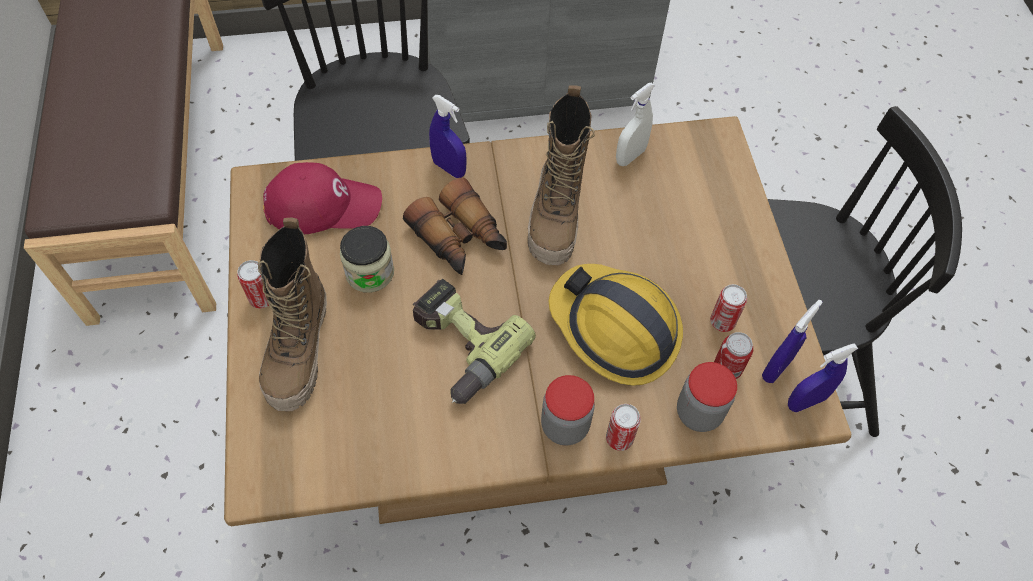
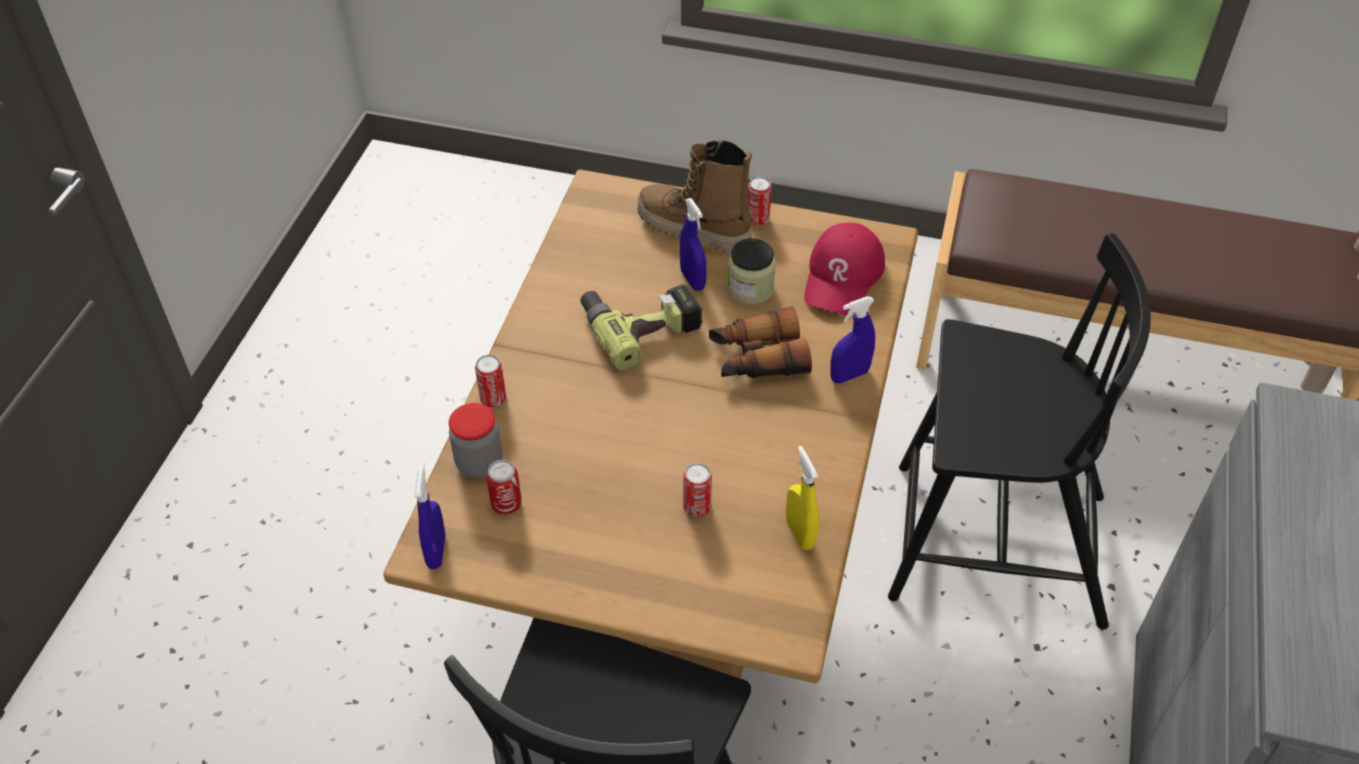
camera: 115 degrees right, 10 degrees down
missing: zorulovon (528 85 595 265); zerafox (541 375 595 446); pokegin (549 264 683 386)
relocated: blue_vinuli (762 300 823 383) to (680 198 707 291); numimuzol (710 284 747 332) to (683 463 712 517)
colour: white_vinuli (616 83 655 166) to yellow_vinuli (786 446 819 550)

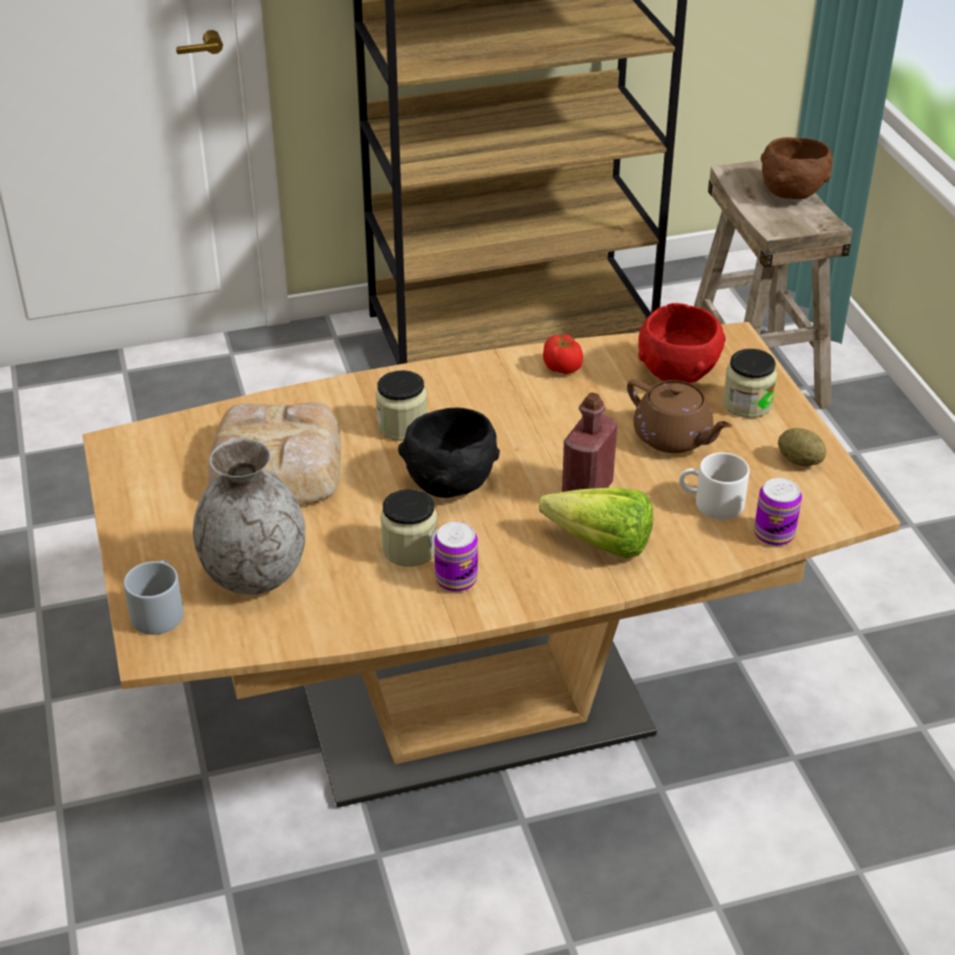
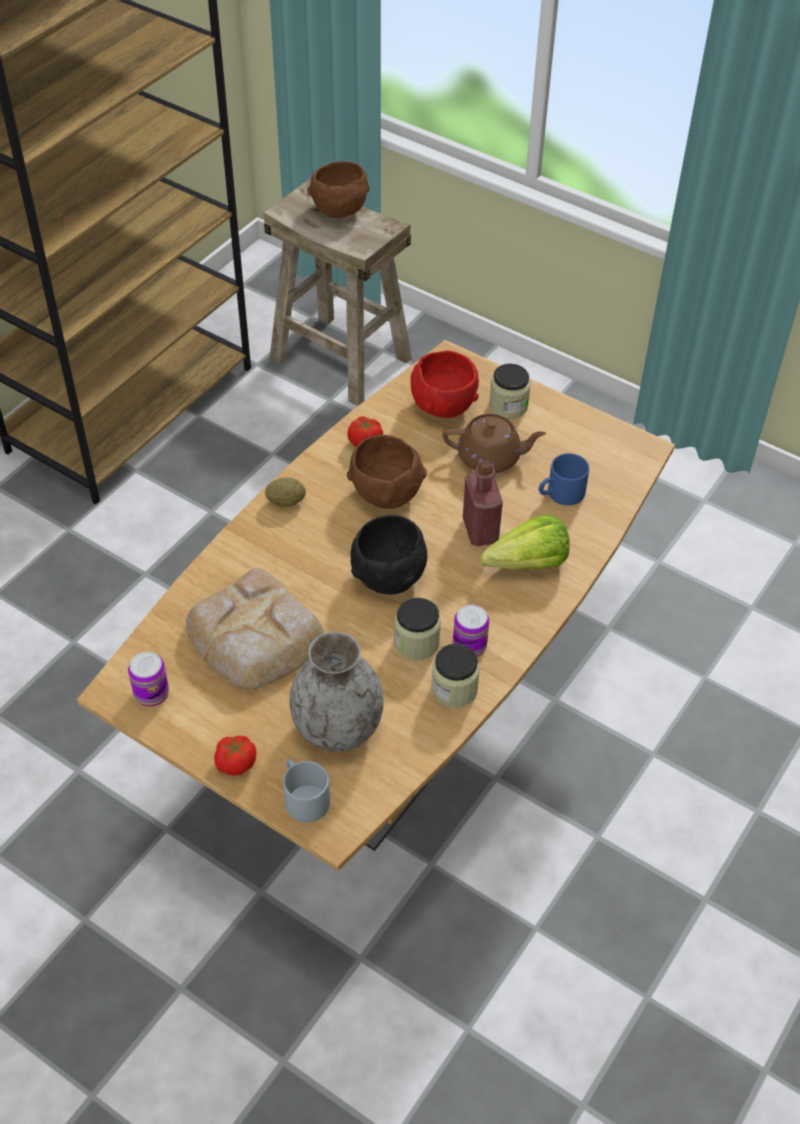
camera: 40 degrees left, 10 degrees up
appeared: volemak (214 736 256 776); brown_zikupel (347 435 427 509)
relocated: numimuzol (754 478 802 546) to (128 652 169 707); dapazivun (778 428 826 466) to (265 478 306 507); zerafox (376 370 427 441) to (431 643 480 708)
colour: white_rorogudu (679 453 749 520) to blue_rorogudu (539 453 589 505)

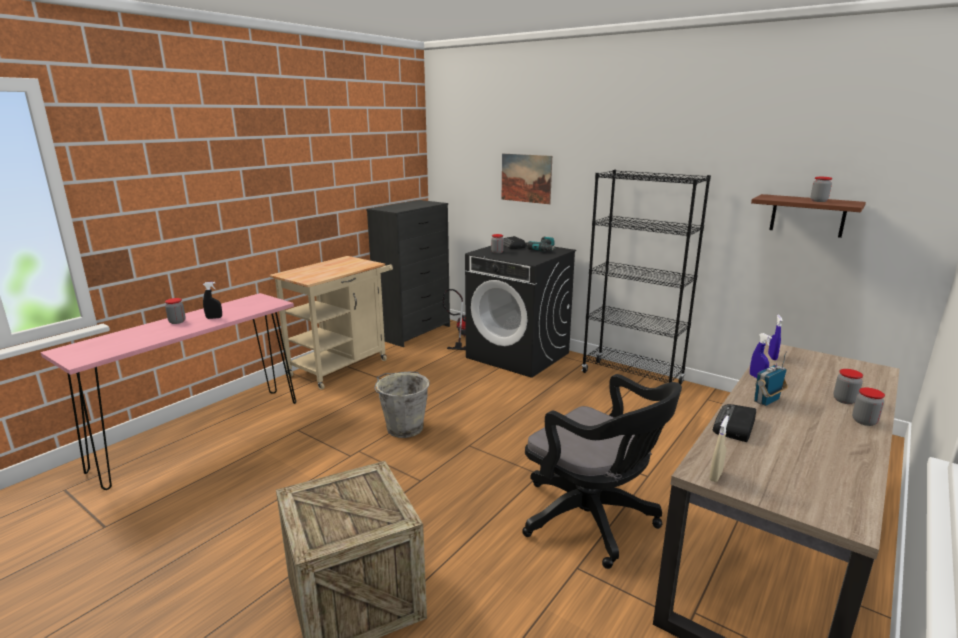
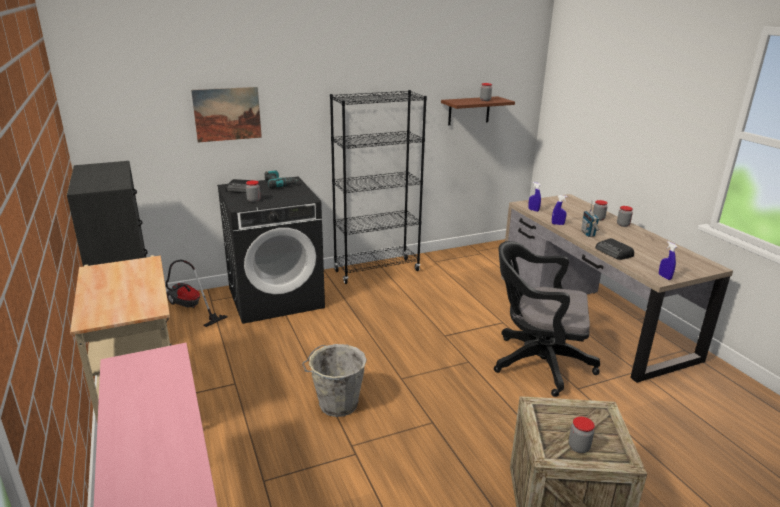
camera: 60 degrees left, 5 degrees up
missing: black_vinuli (203 282 222 319)
relocated: zerafox (165 298 186 324) to (569 416 595 453)
colour: beige_vinuli (709 416 729 482) to blue_vinuli (659 241 677 280)
spun: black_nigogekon (522 374 682 569) = (494 241 600 397) 150 degrees counterclockwise

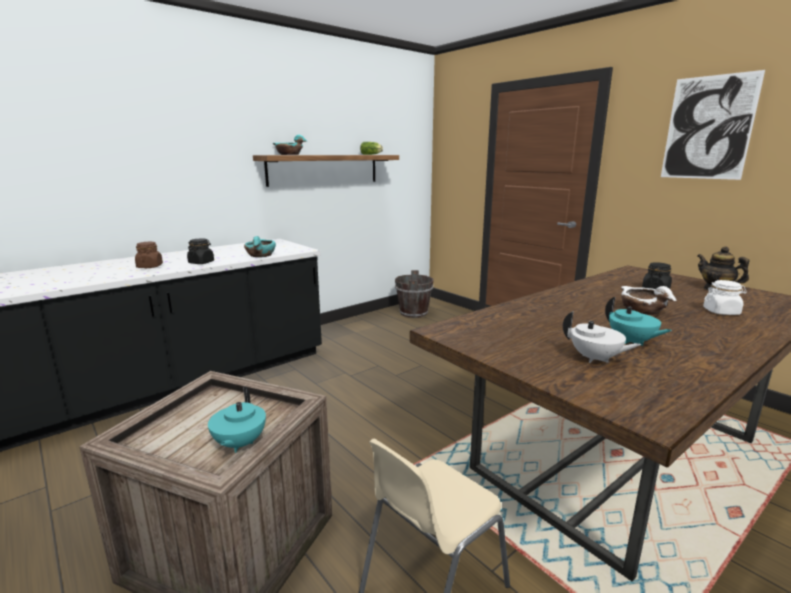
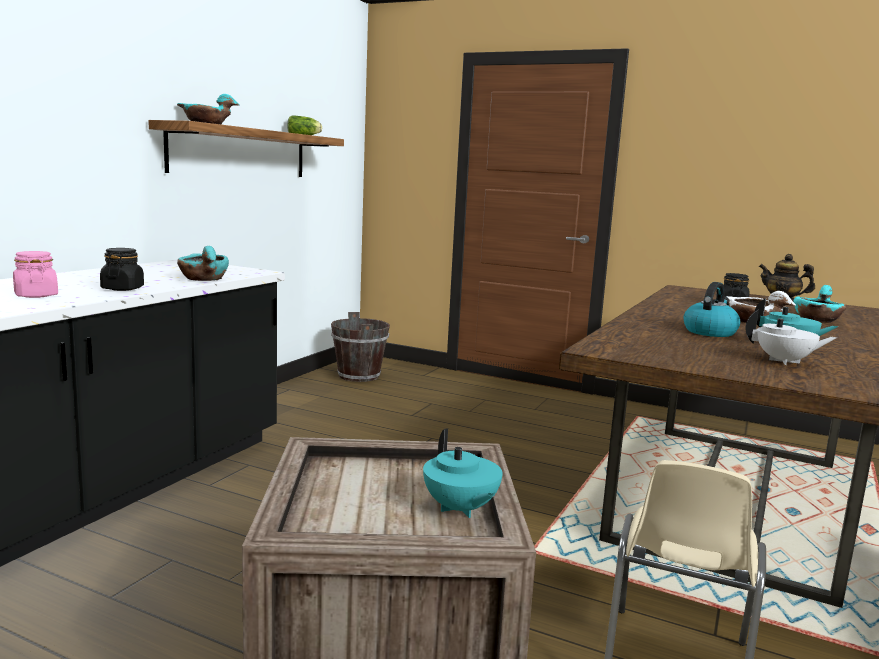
camera: 25 degrees left, 5 degrees down
missing: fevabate (661 70 765 180)
appeared: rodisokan (683 282 740 337)
exchanged: white_zerafox (703 280 747 315) to turquoise_zikupel (793 285 846 323)
colour: brown_zerafox (135 242 163 268) to pink_zerafox (13 251 58 298)

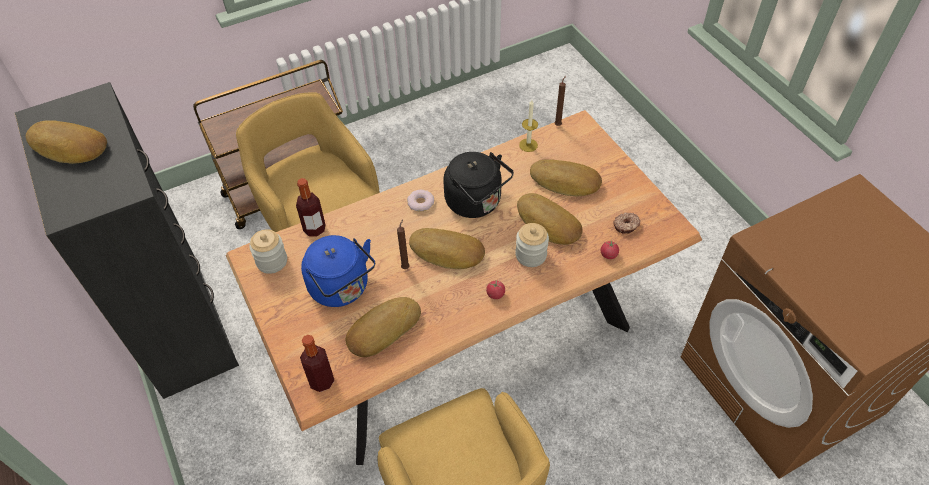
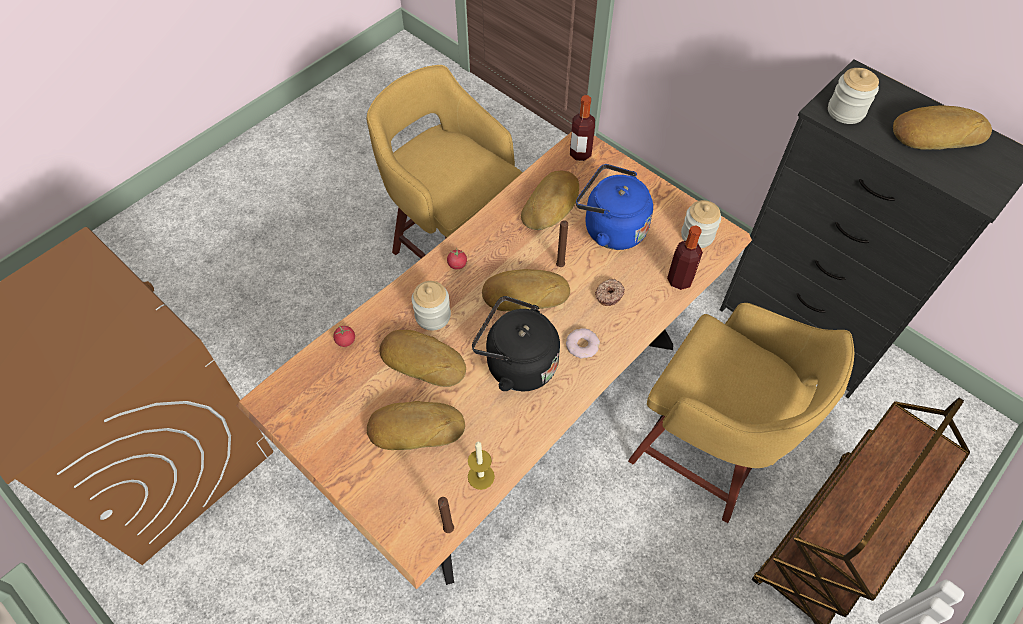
camera: 160 degrees right, 5 degrees up
appeared: zerafox (828 68 879 124)
relocated: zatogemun (613 212 641 234) to (595 279 625 306)

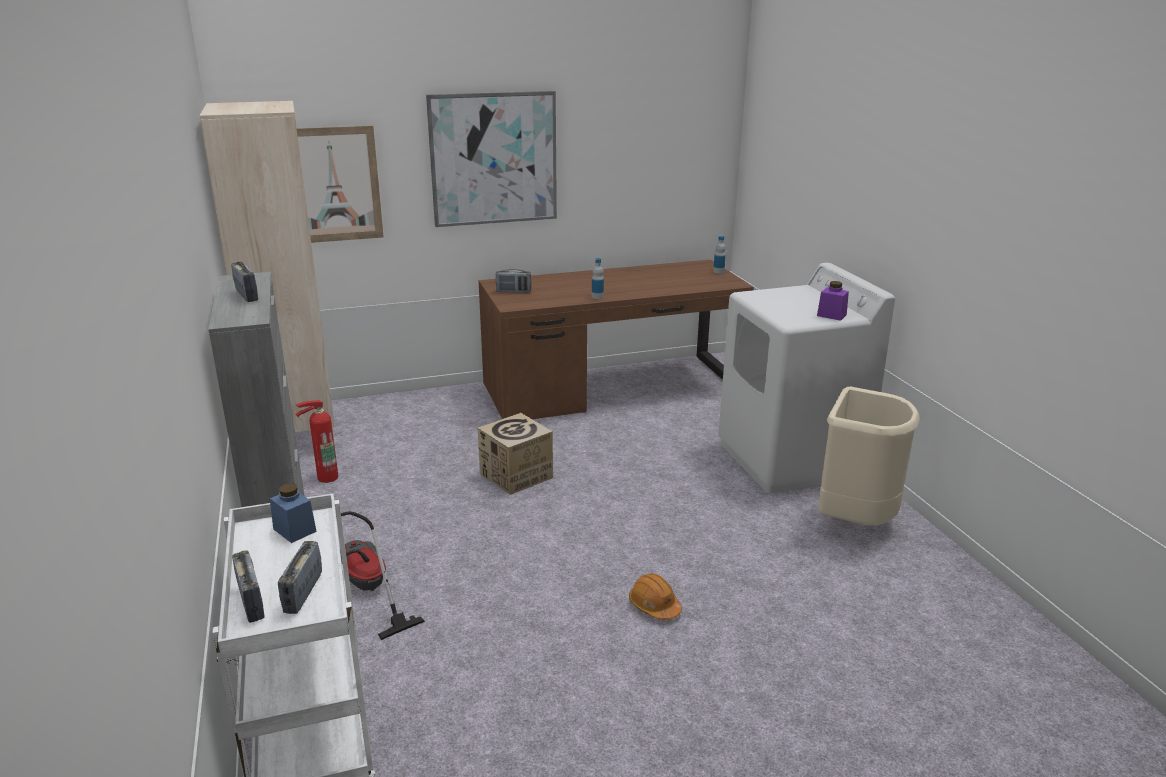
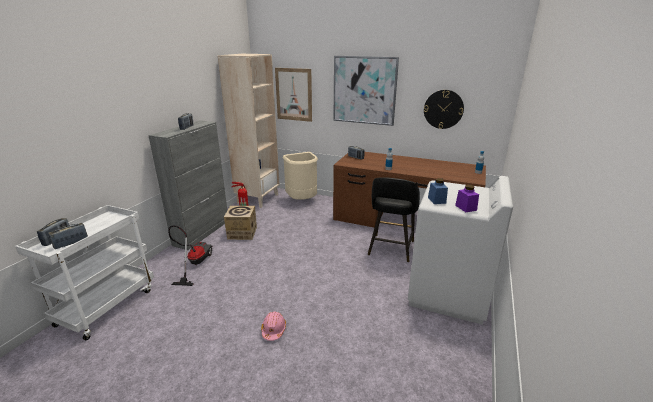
camera: 40 degrees right, 0 degrees up
appeared: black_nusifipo (367 177 420 262); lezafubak (424 90 464 129)
relocated: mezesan (478 413 553 495) to (224 206 257 240); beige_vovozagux (818 386 920 525) to (283 152 318 200); blue_zerafox (270 483 317 543) to (428 178 448 204)
colour: orange_pokegin (629 573 682 620) to pink_pokegin (261 311 286 341)

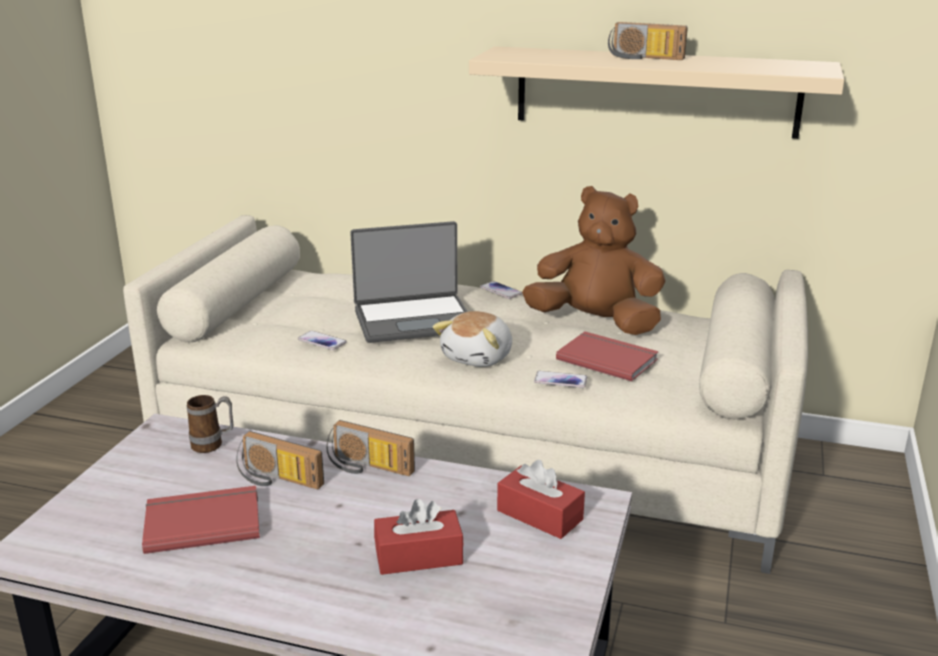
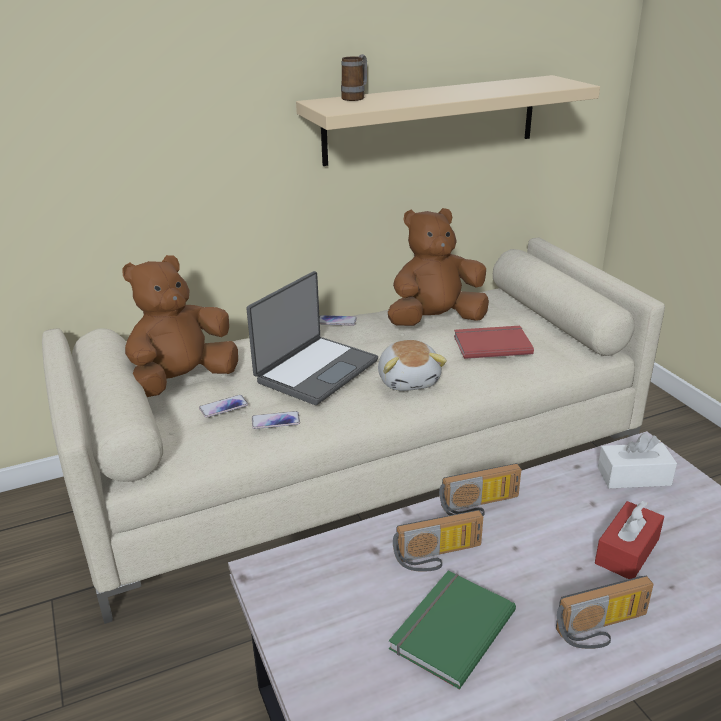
camera: 40 degrees left, 5 degrees up
appeared: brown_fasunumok (122 255 238 397)
relocated: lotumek (534 371 587 388) to (199 395 248 418); rorogudu (187 395 234 453) to (341 54 367 101); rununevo (608 22 688 60) to (556 576 654 649)
colour: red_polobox (142 486 260 554) to green_polobox (389 571 516 690); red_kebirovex (497 460 585 539) to white_kebirovex (598 433 677 489)

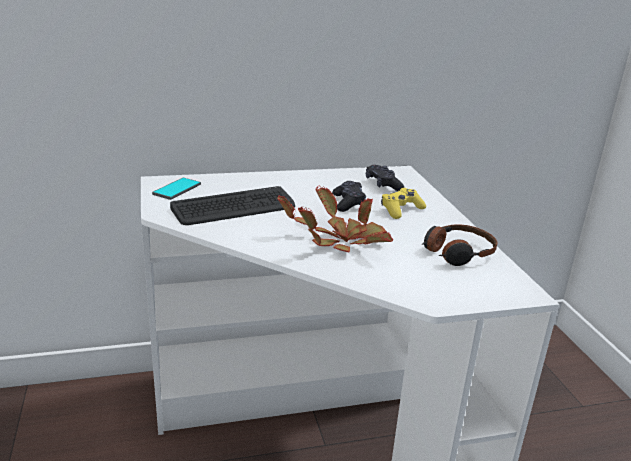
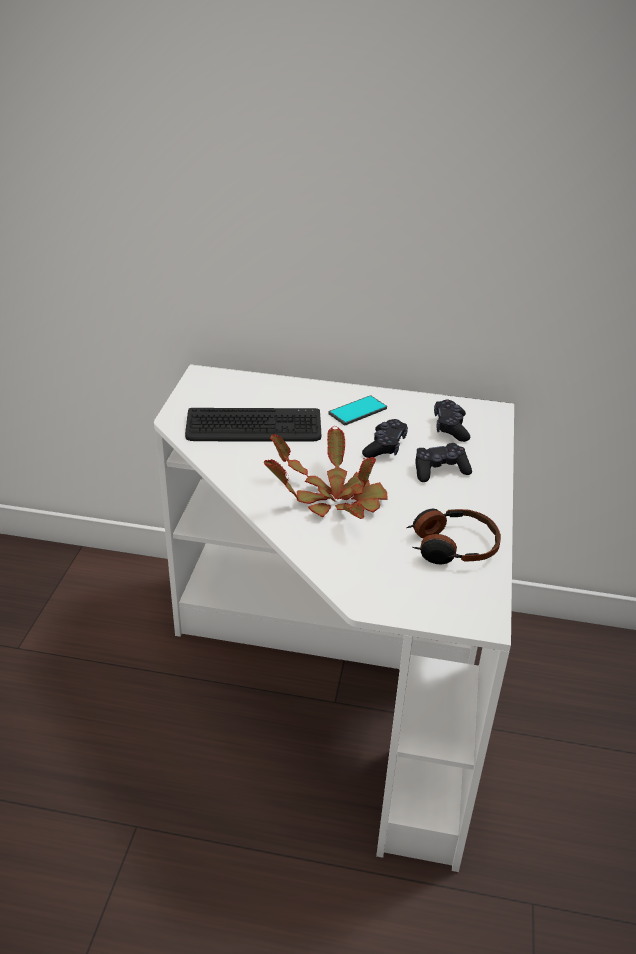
camera: 25 degrees right, 10 degrees up
relocated: lotumek (152 178 201 200) to (329 395 387 425)
colour: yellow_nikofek (381 188 426 219) to black_nikofek (415 443 472 482)

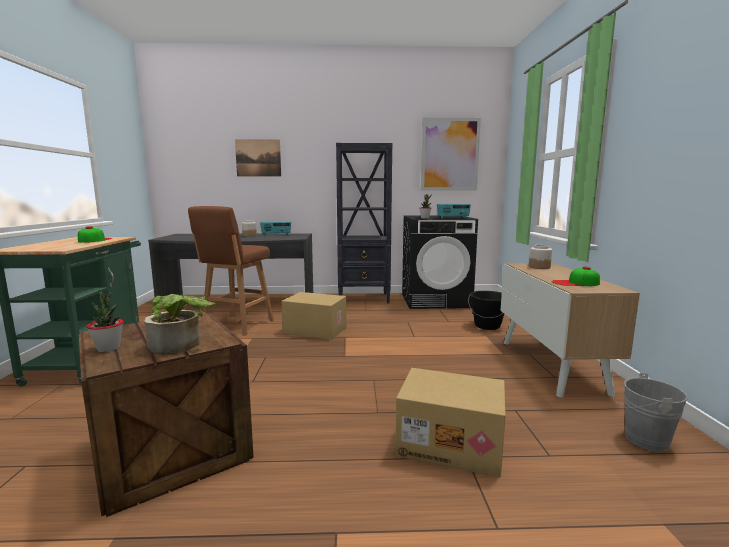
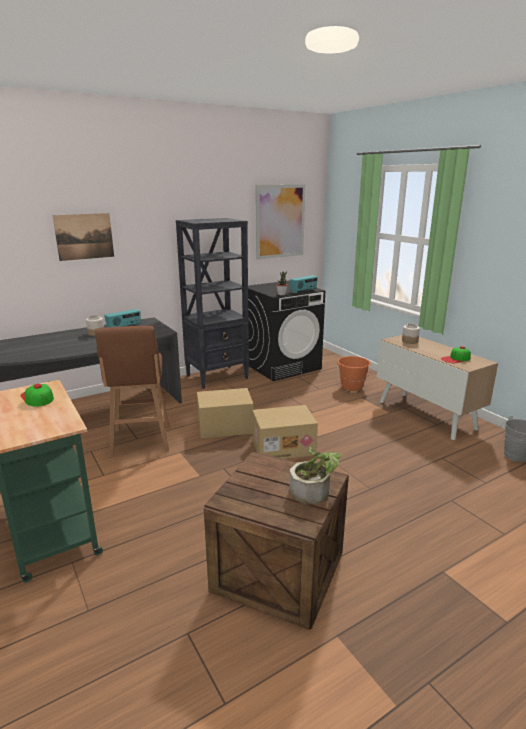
camera: 30 degrees left, 10 degrees up
missing: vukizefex (87 291 123 352)
relocated: mezesan (395 368 506 478) to (252 405 318 459)
colour: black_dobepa (468 291 504 330) to orange_dobepa (337 356 371 391)

